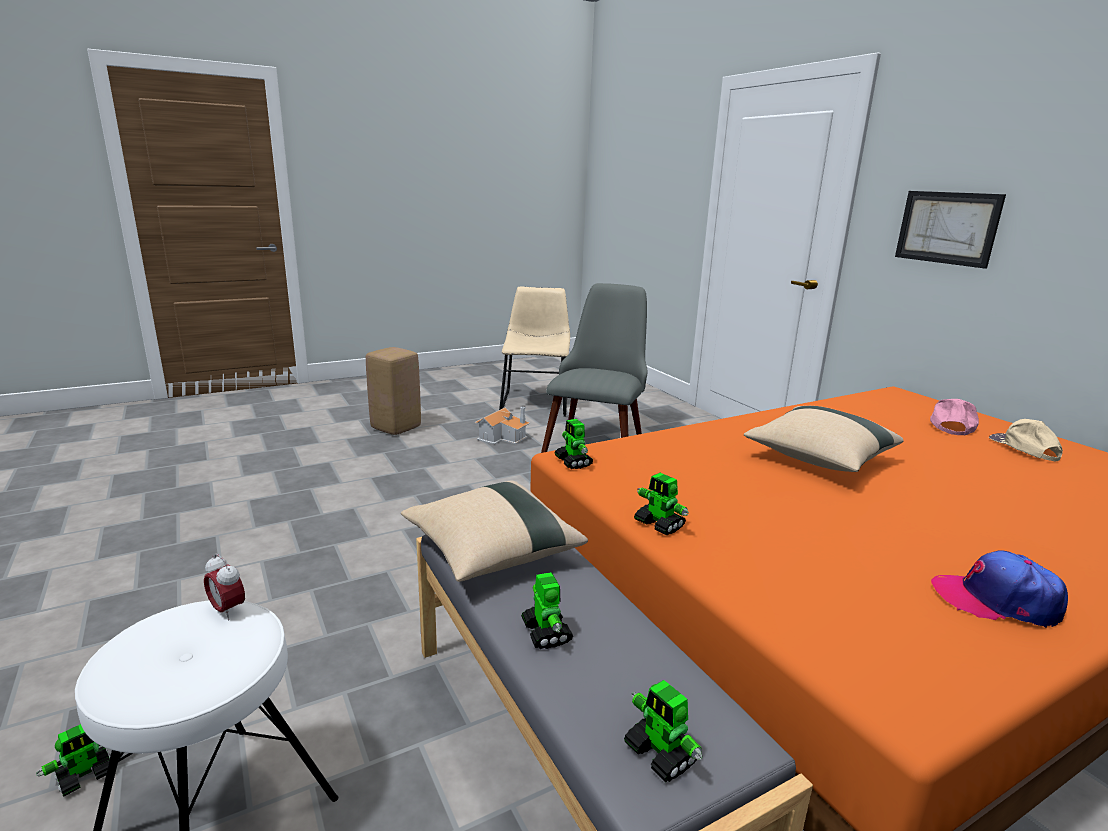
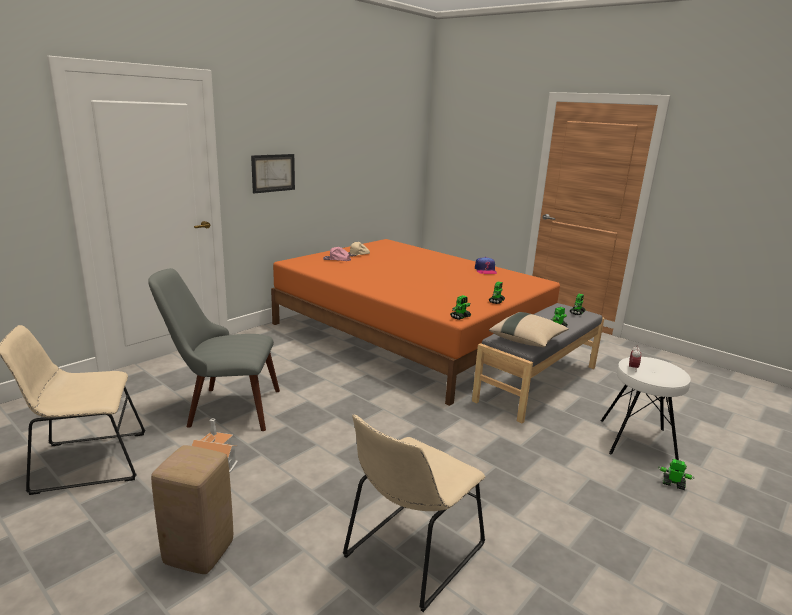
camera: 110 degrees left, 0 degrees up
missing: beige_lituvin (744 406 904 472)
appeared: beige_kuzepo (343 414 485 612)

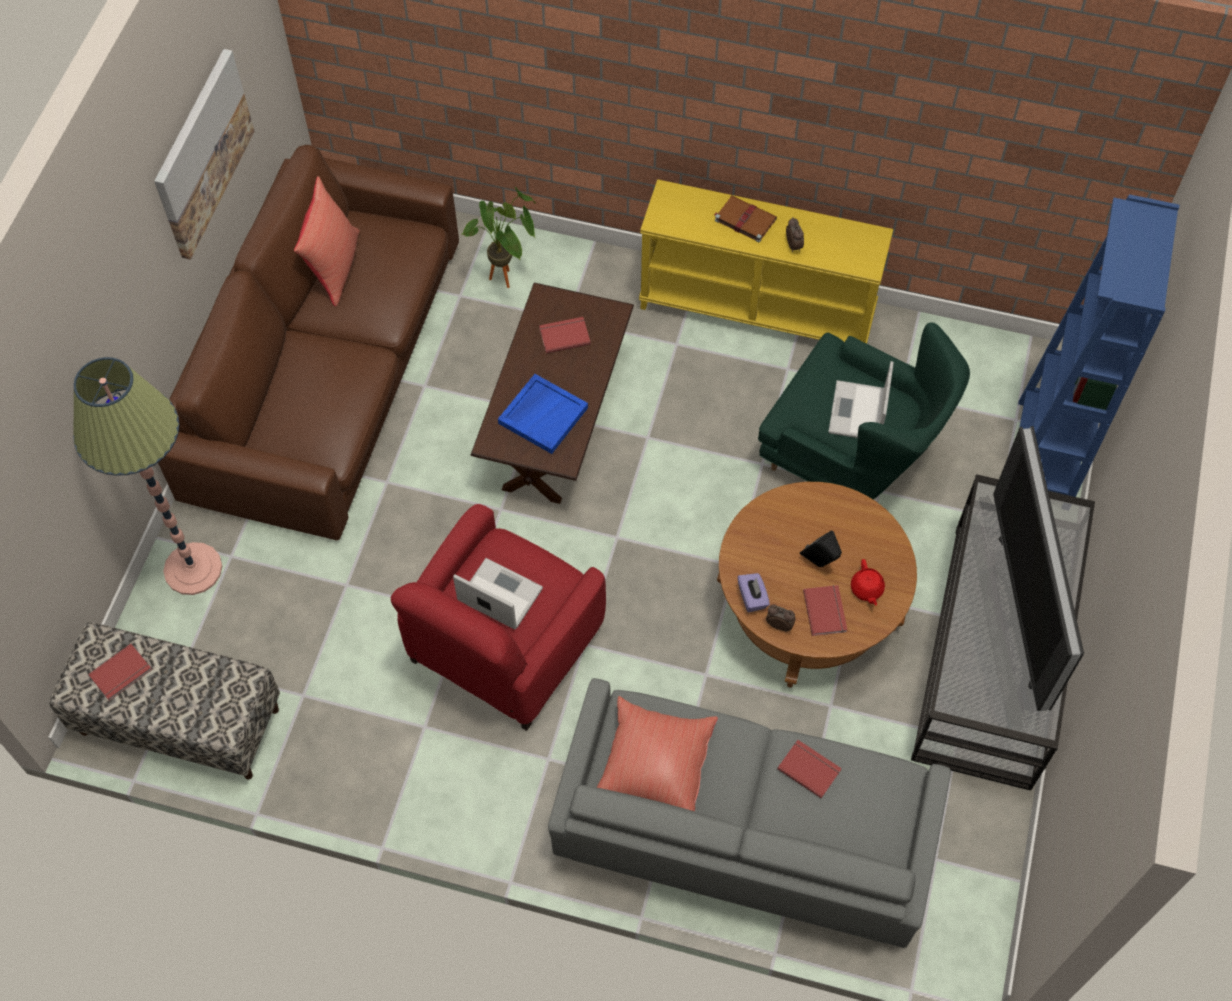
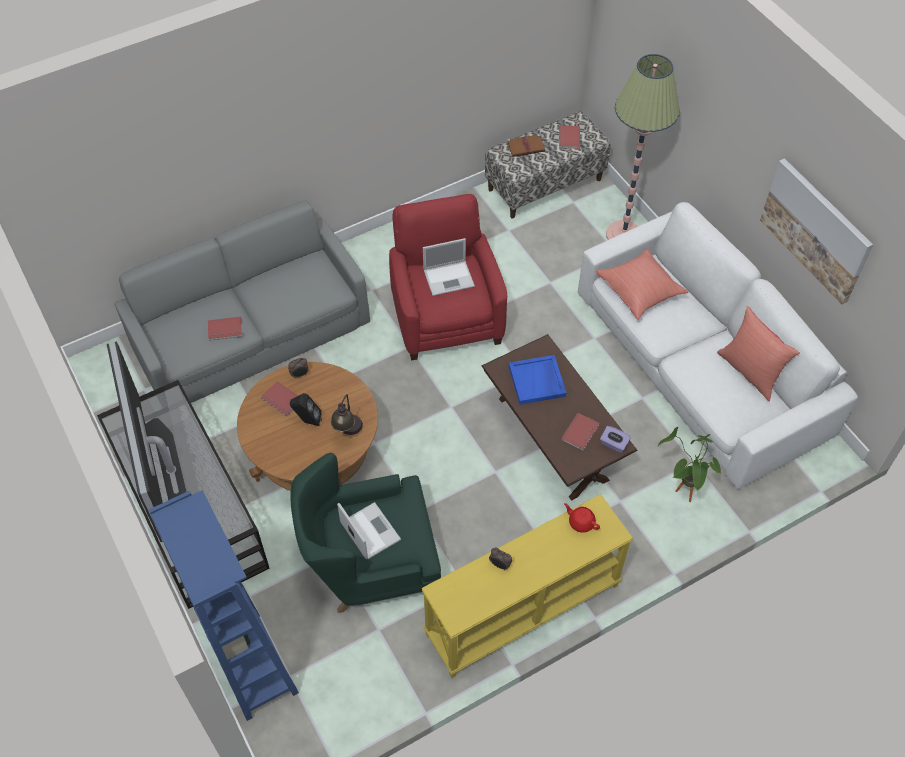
camera: 135 degrees right, 5 degrees down
appeared: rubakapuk (331 394 363 435)
relocated: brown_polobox (714 195 777 243) to (507 134 545 157); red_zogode (851 559 885 605) to (564 503 600 533); red_lituvin (596 696 718 811) to (596 248 689 319); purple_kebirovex (738 573 770 612) to (600 426 631 453)
colour: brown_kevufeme (158 145 459 541) to white_kevufeme (578 202 858 489)
spun: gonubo (993 426 1084 711) = (107 342 186 542) 150 degrees counterclockwise

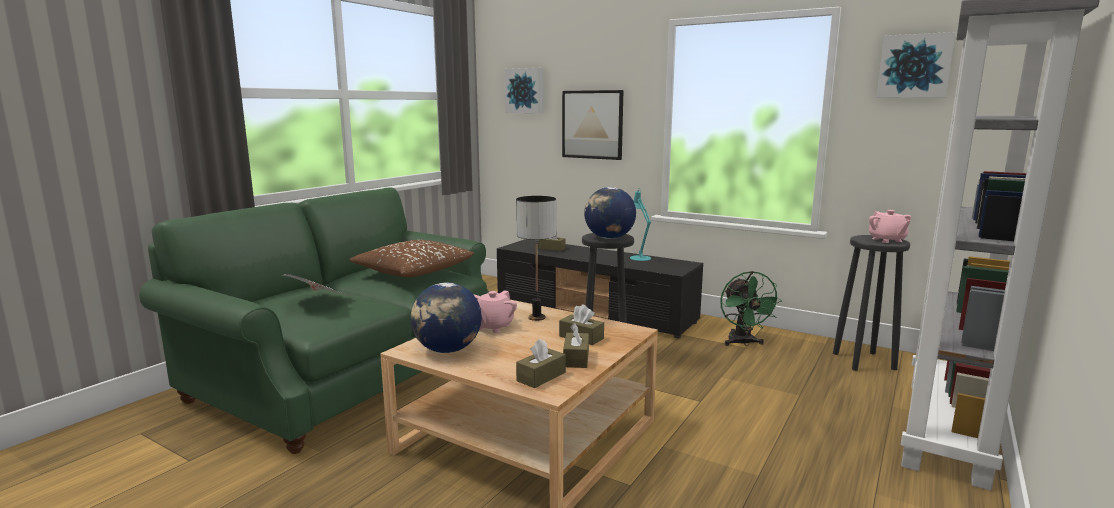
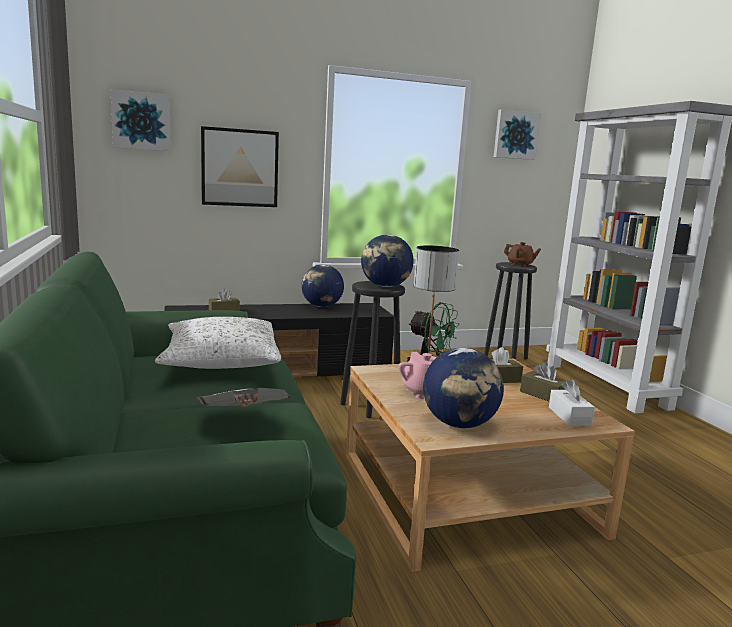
camera: 50 degrees left, 0 degrees up
exchanged: turquoise_rubakapuk (630 188 651 261) to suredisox (301 265 344 307)
colour: brown_lituvin (349 240 474 277) to white_lituvin (155 317 281 369); pink_zogode (869 210 911 243) to brown_zogode (504 242 541 267); brown_kebirovex (516 338 566 388) to white_kebirovex (549 380 595 426)

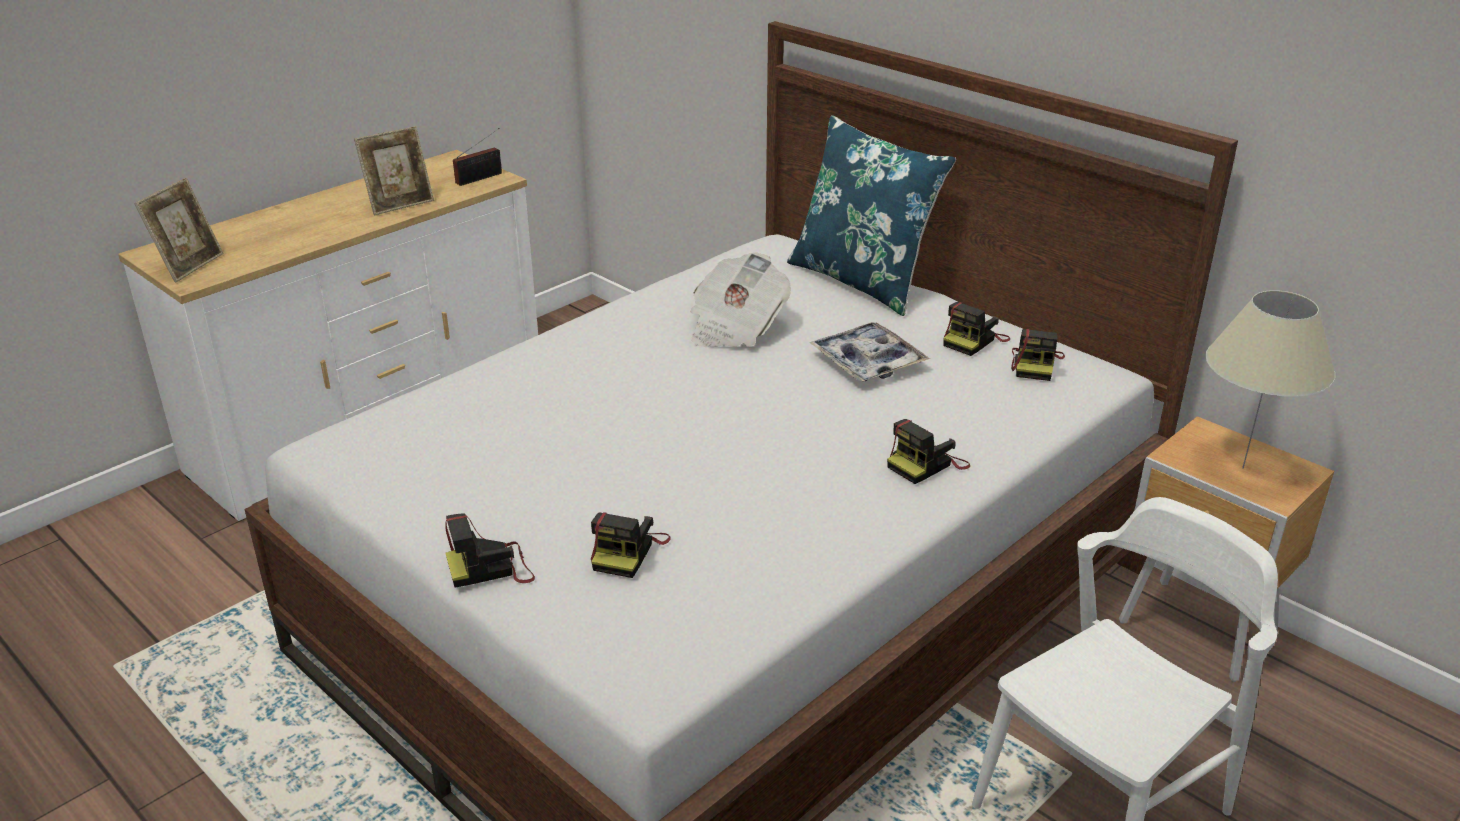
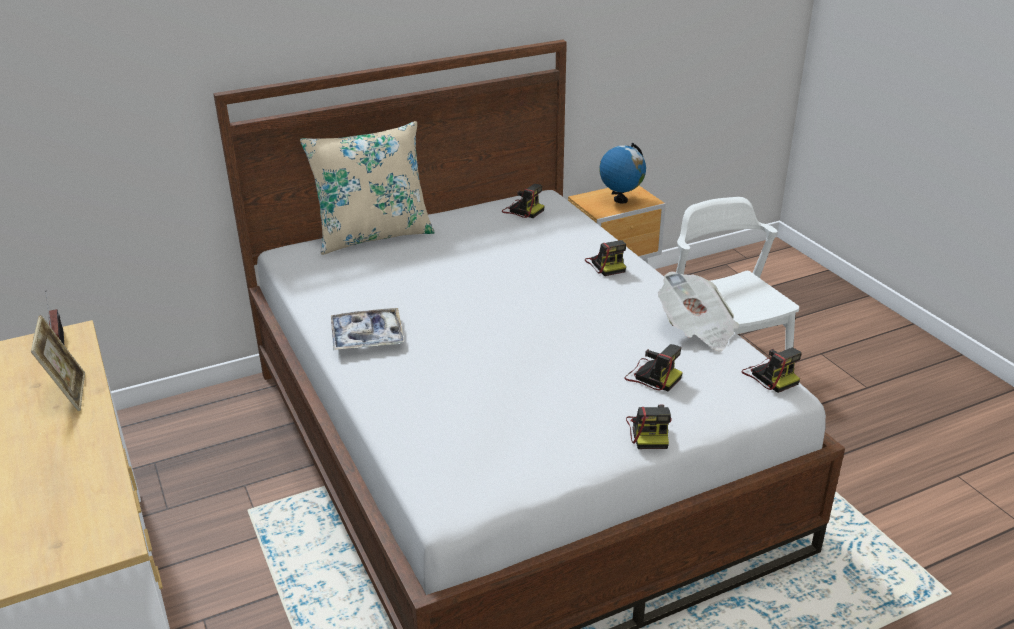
camera: 70 degrees left, 0 degrees up
missing: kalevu (134 178 224 282)
relocated: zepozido (810 322 930 381) to (331 308 404 351); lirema (690 253 791 347) to (658 271 739 351); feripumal (943 302 1010 356) to (742 348 802 393)
exchanged: beige_rubakapuk (1205 290 1336 469) to suredisox (599 143 646 204)
colour: blue_lituvin (787 115 956 316) to beige_lituvin (300 121 435 255)

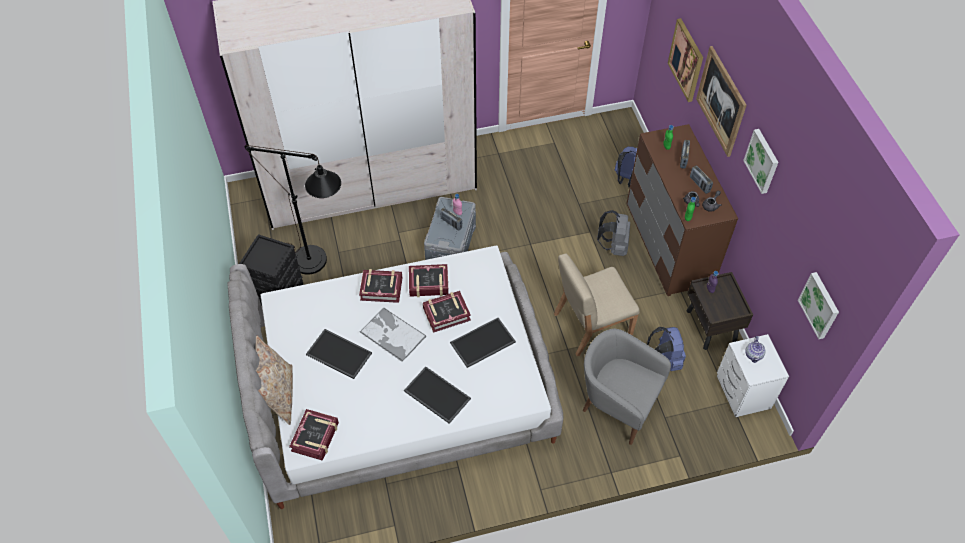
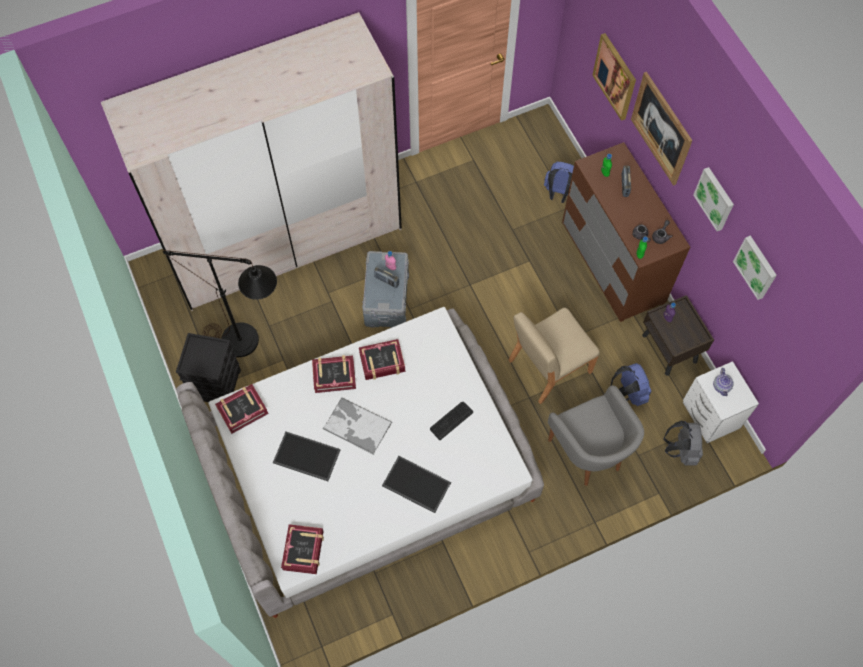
camera: 10 degrees left, 10 degrees up
missing: beige_lituvin (255 336 293 425); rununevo (690 166 713 194)
relocated: polobox (423 291 471 333) to (215 384 269 434); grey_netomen (597 210 630 256) to (664 421 703 465); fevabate (798 272 839 339) to (733 236 777 300)
exchanged: zepozido (450 318 516 368) to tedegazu (430 402 473 440)
spun: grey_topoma (583 329 671 445) = (548 386 644 486) 135 degrees counterclockwise

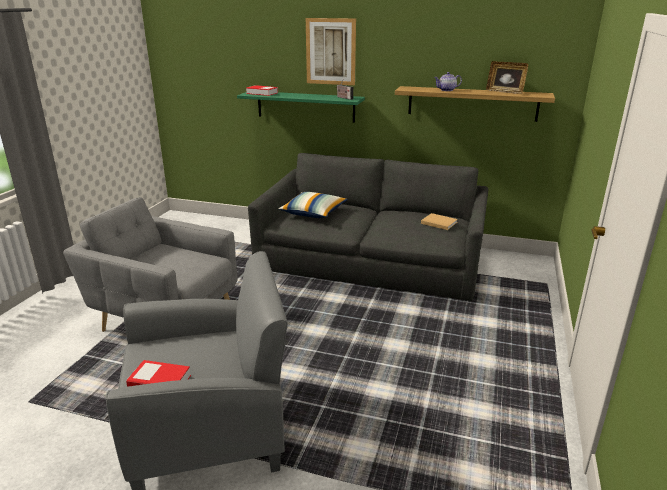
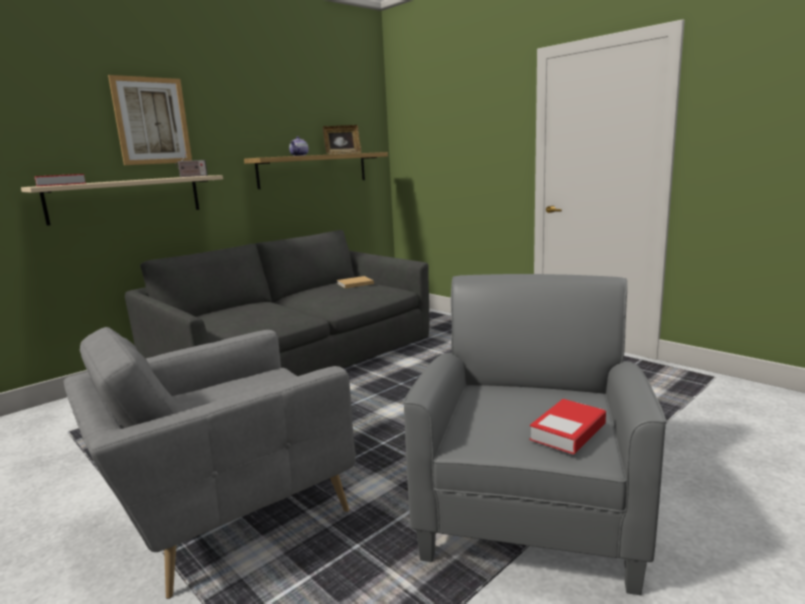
camera: 60 degrees left, 10 degrees down
missing: lituvin (278 192 348 218)
colour: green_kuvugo (237 92 365 123) to beige_kuvugo (21 175 223 226)

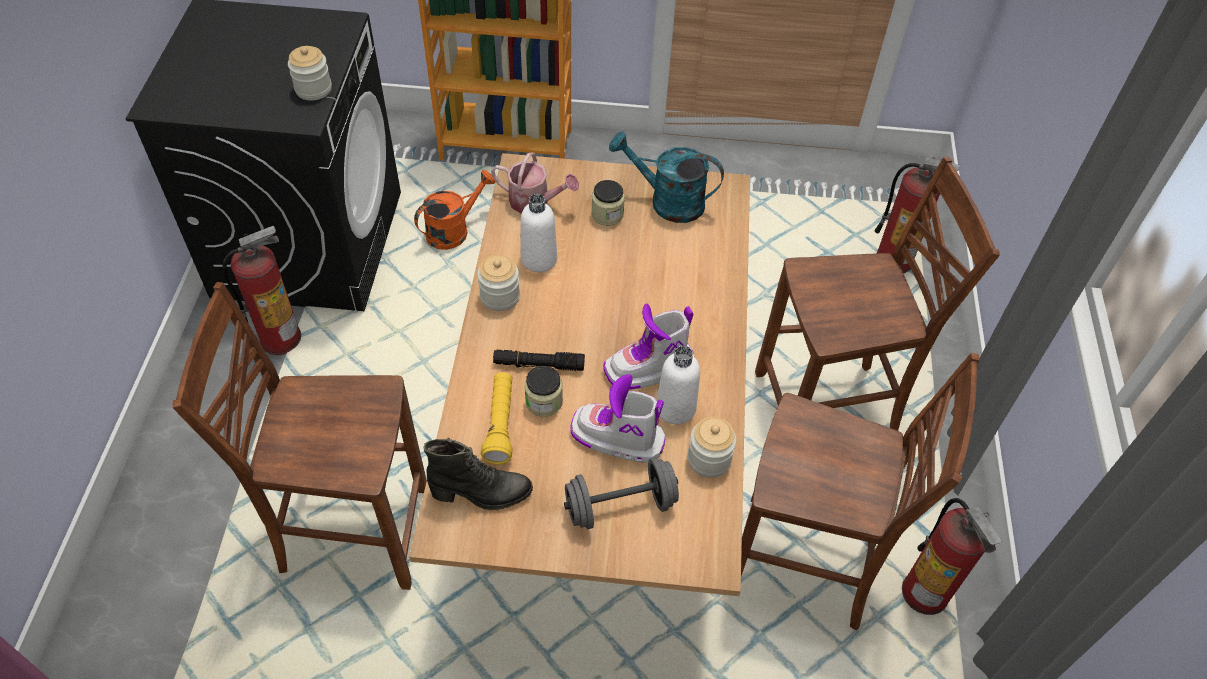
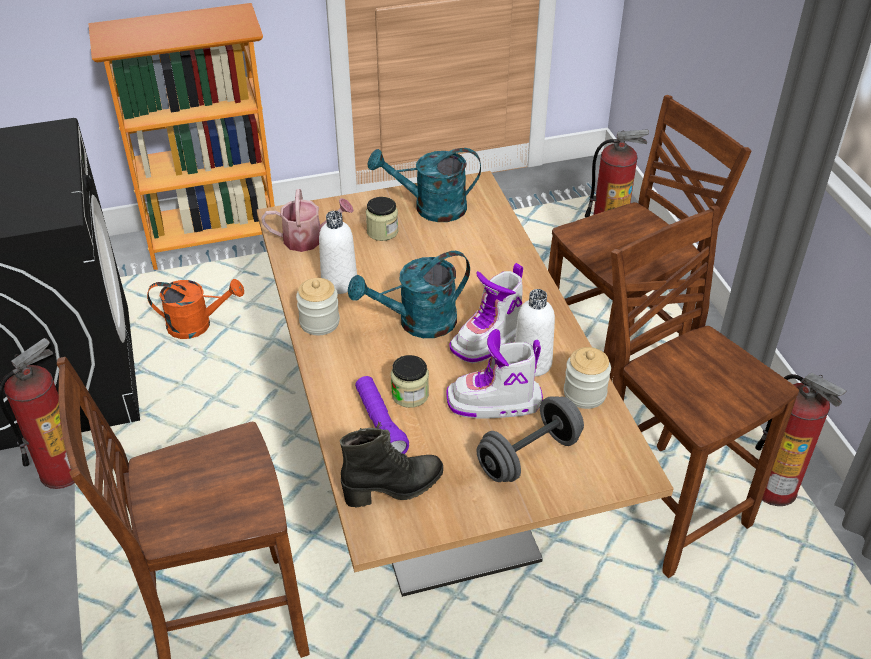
camera: 20 degrees left, 10 degrees down
missing: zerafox (288 46 332 100); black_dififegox (493 350 585 371)
appeared: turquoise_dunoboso (348 251 470 338)
colour: yellow_dififegox (481 372 513 465) to purple_dififegox (355 376 409 454)
spun: orange_dunoboso (414 170 496 250) = (147 279 244 339) 60 degrees clockwise; brown_kuzepo (741 353 980 631) = (611 205 799 578) 120 degrees counterclockwise

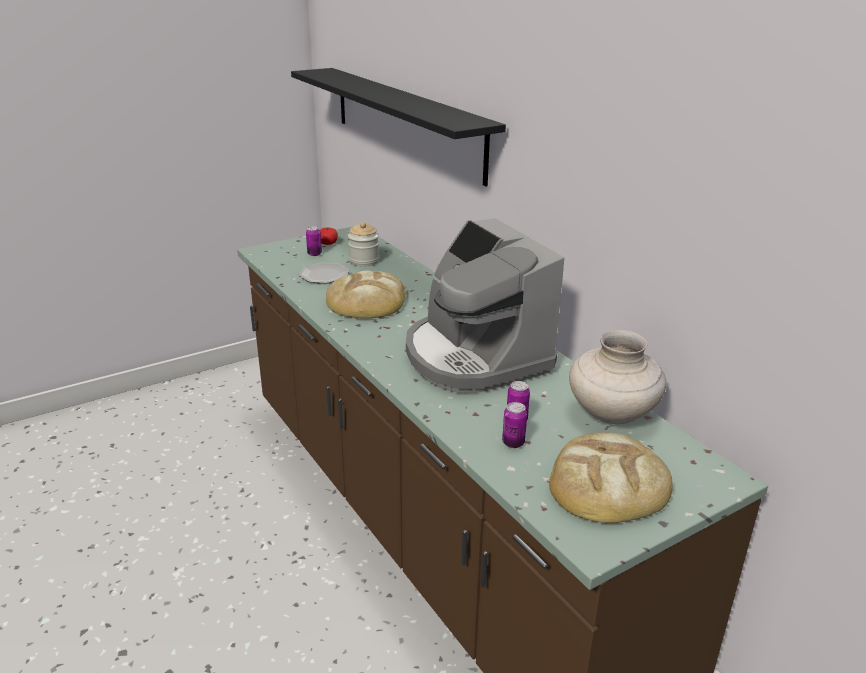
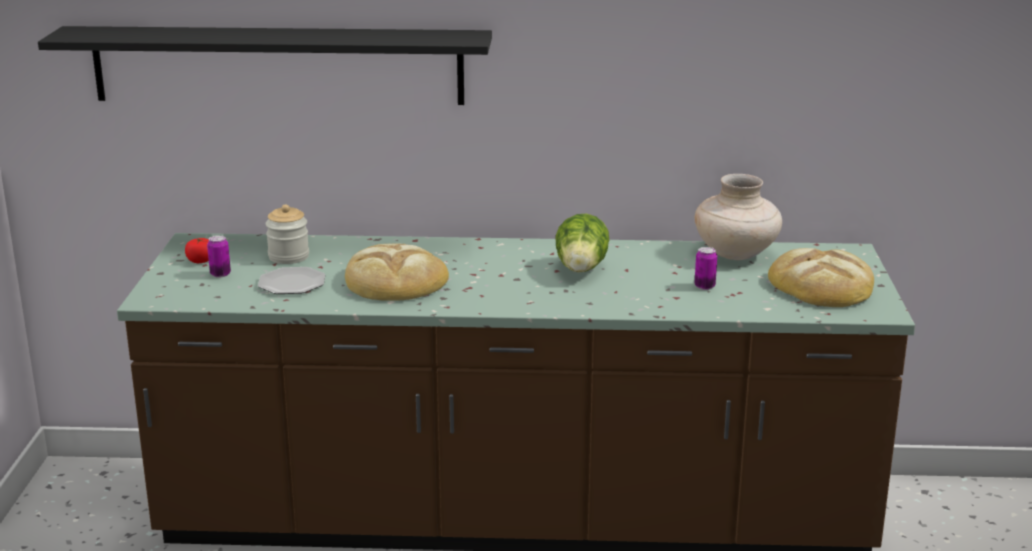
camera: 55 degrees left, 5 degrees down
missing: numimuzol (502 402 527 448)
exchanged: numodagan (406 218 564 393) to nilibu (556 213 609 272)

